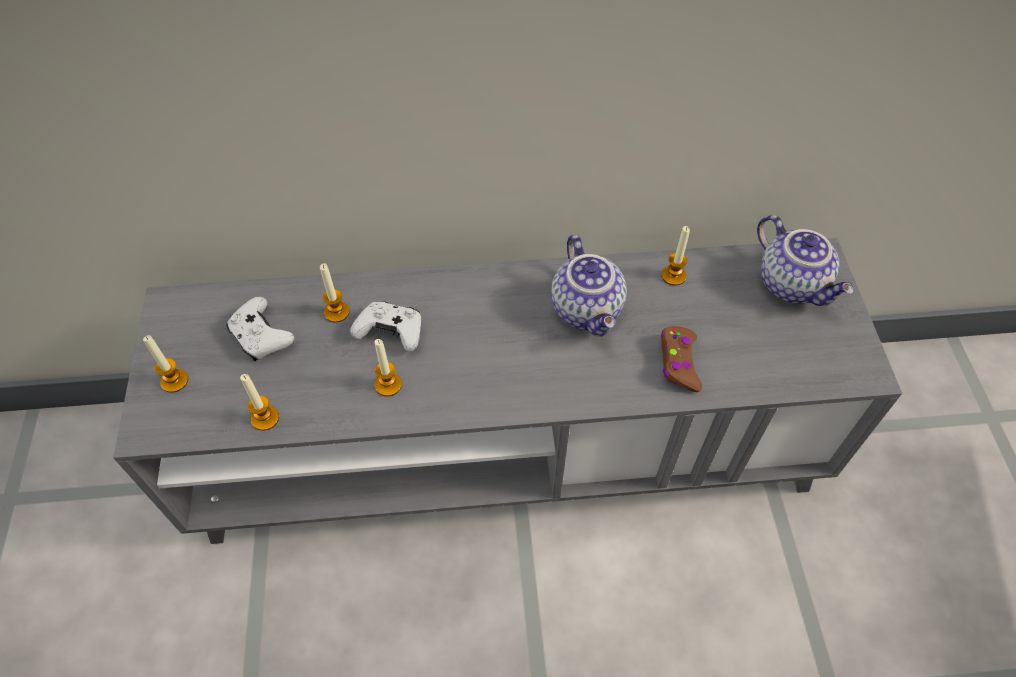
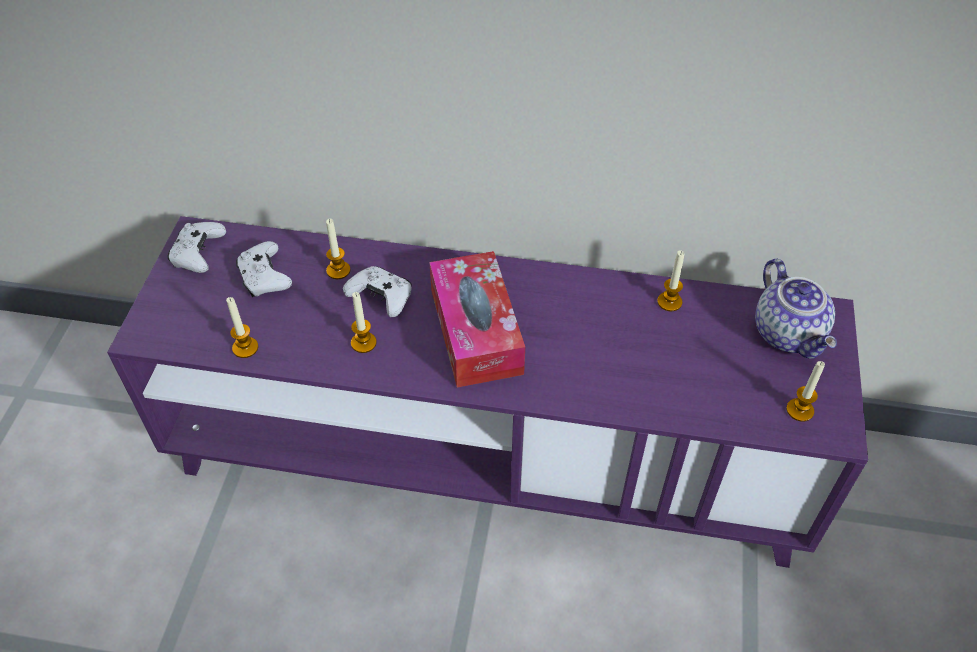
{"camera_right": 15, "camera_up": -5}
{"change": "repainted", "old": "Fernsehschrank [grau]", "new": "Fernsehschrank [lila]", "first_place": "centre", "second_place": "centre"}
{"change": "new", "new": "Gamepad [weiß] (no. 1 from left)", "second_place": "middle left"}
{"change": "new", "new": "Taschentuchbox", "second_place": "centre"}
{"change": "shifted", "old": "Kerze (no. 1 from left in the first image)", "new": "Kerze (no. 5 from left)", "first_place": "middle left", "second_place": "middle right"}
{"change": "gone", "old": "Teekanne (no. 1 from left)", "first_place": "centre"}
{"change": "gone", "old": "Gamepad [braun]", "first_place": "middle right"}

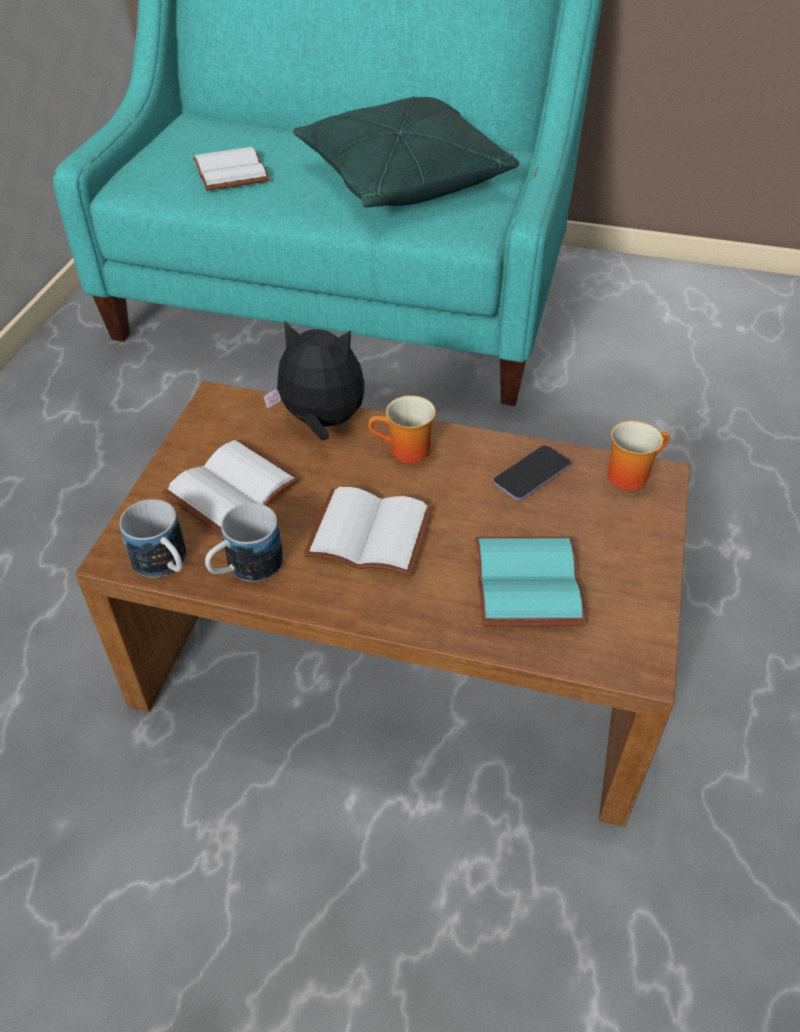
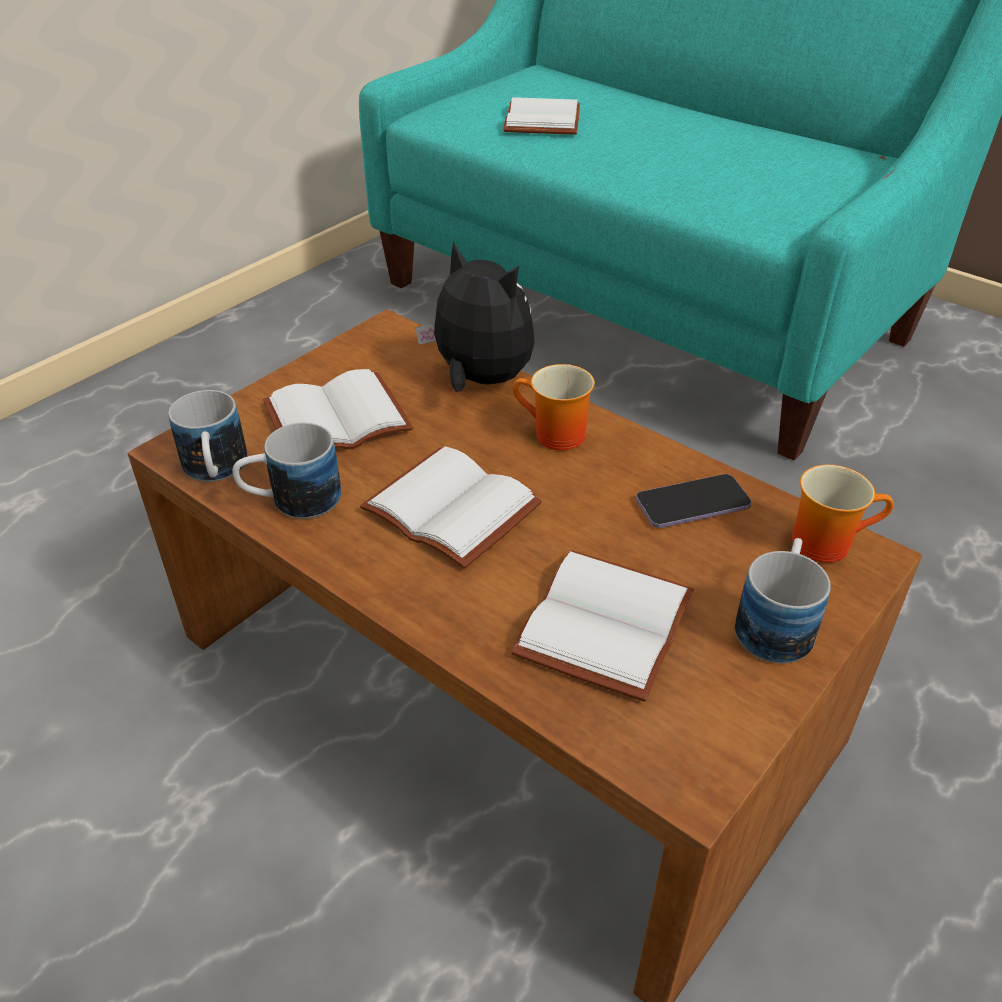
{"camera_right": 25, "camera_up": -5}
{"change": "repainted", "old": "Buch [türkis]", "new": "Buch [weiß] (no. 4 from left)", "first_place": "centre", "second_place": "centre"}
{"change": "new", "new": "Henkelbecher (no. 4 from left)", "second_place": "middle right"}
{"change": "gone", "old": "Kissen [grün]", "first_place": "top centre"}

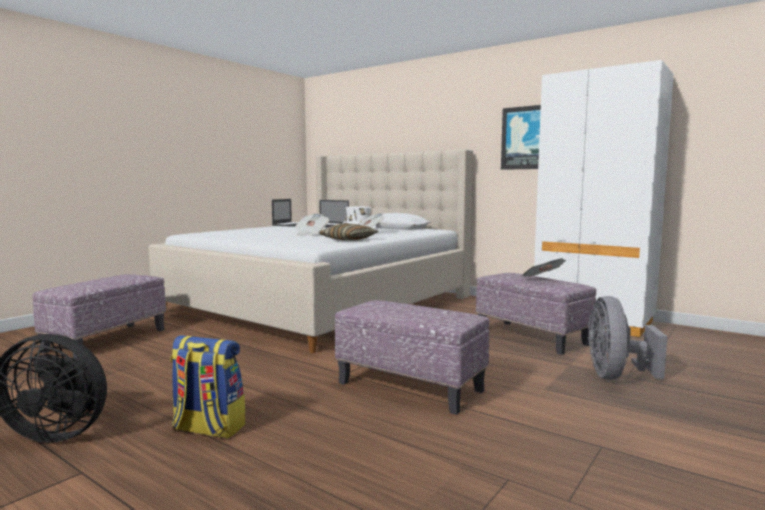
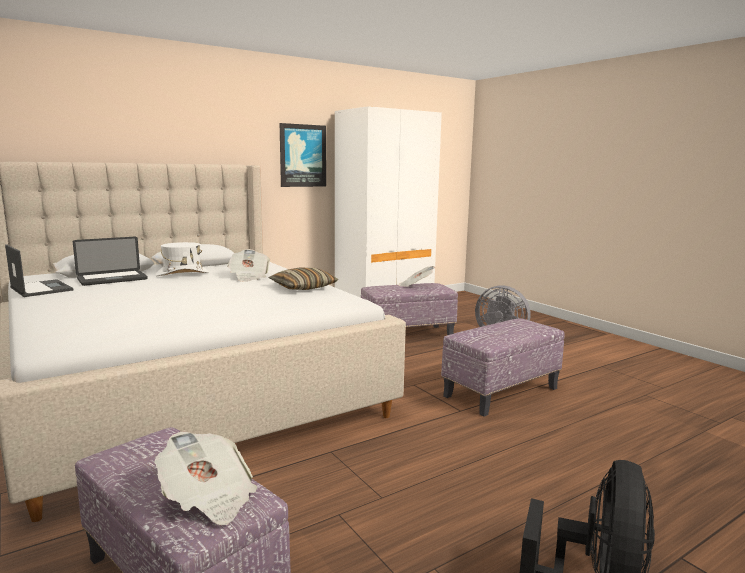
{"camera_right": -70, "camera_up": 5}
{"change": "shifted", "old": "Zeitung (no. 1 from left)", "first_place": "centre", "second_place": "bottom left"}
{"change": "gone", "old": "Rucksack", "first_place": "bottom left"}

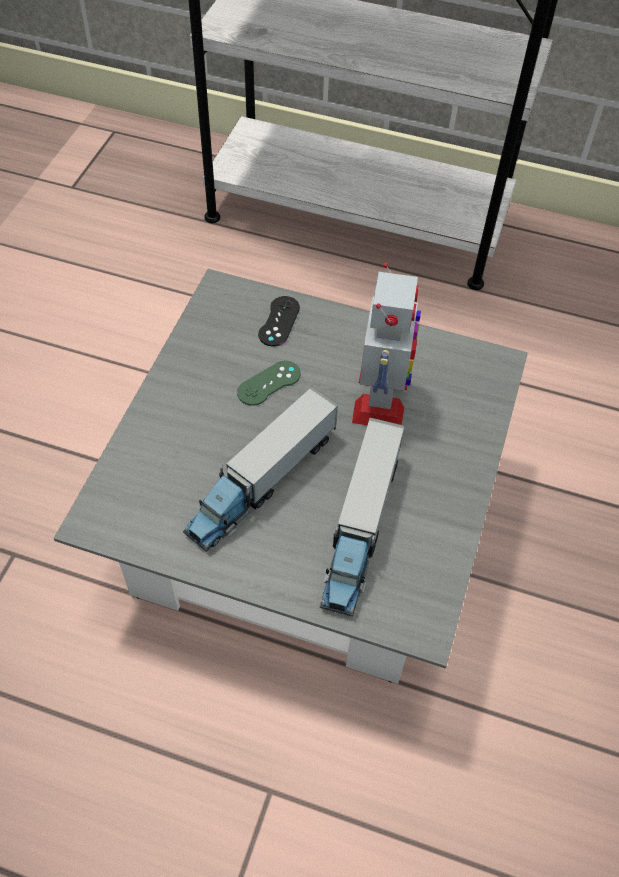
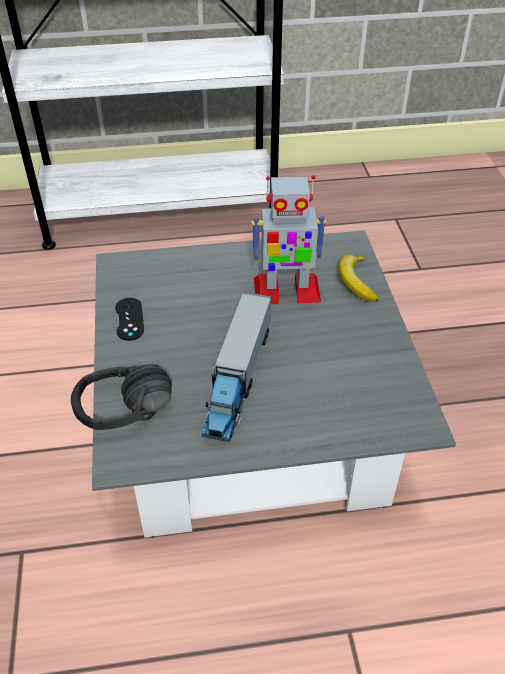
{"camera_right": -25, "camera_up": -10}
{"change": "new", "new": "Kopfhörer [schwarz]", "second_place": "middle left"}
{"change": "shifted", "old": "Gamepad [schwarz]", "first_place": "centre", "second_place": "middle left"}
{"change": "rotated", "old": "Spielzeugroboter", "first_place": "centre", "second_place": "centre", "degrees": 105}
{"change": "new", "new": "Banane", "second_place": "middle right"}
{"change": "gone", "old": "Gamepad [grün]", "first_place": "centre"}
{"change": "gone", "old": "Spielzeuglaster (no. 2 from left)", "first_place": "centre"}

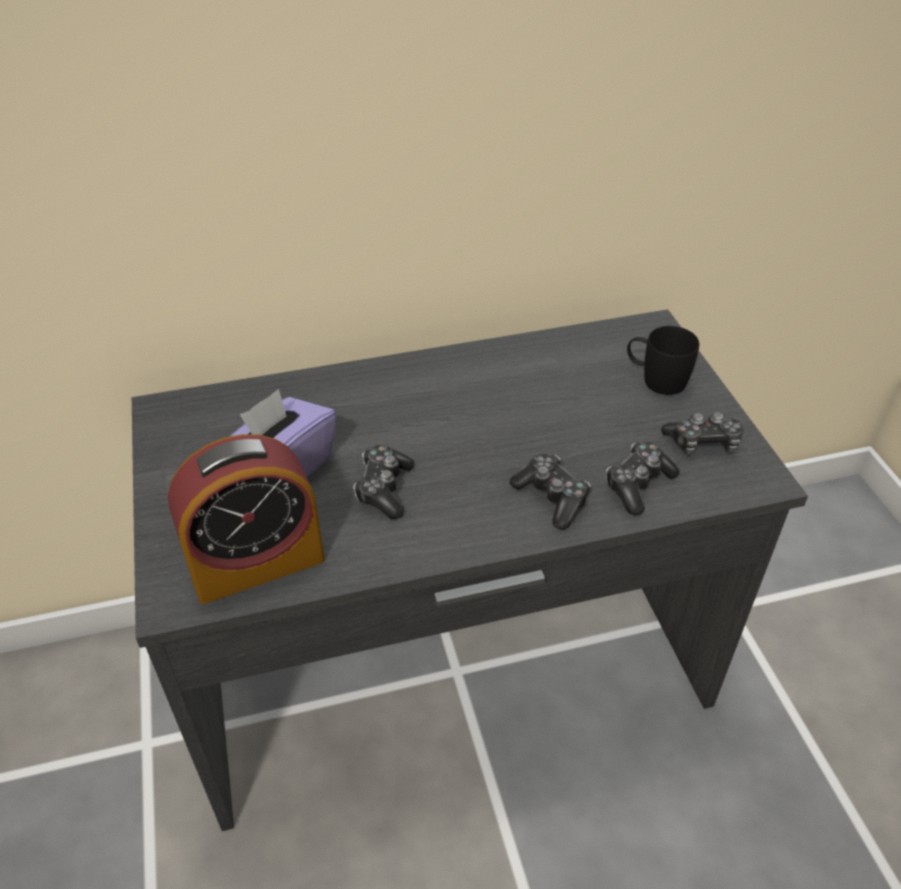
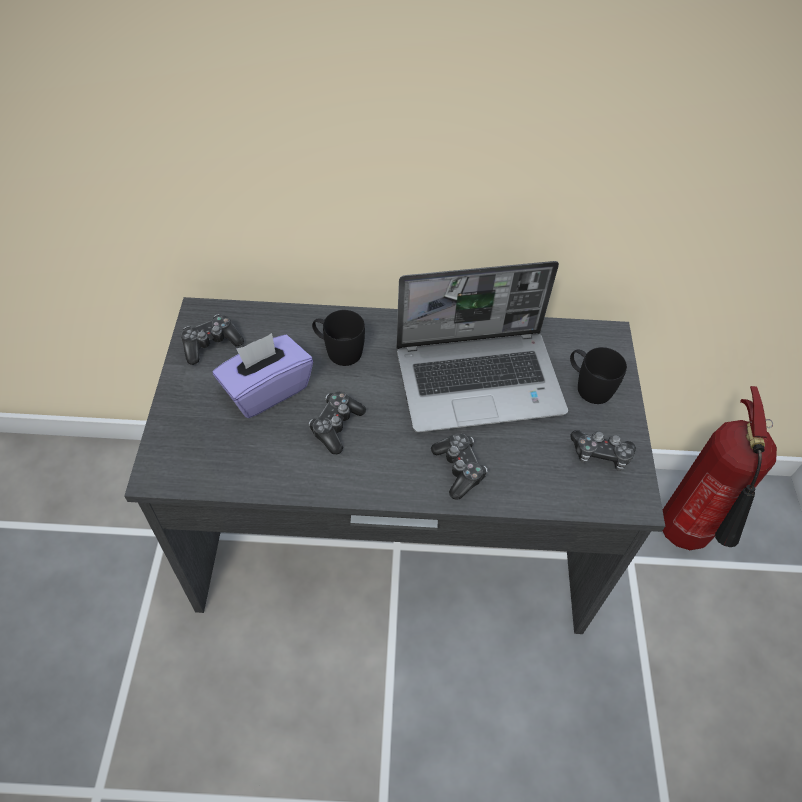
{"camera_right": 15, "camera_up": 10}
{"change": "shifted", "old": "Gamepad (no. 3 from left in the first image)", "new": "Gamepad (no. 1 from left)", "first_place": "middle right", "second_place": "middle left"}
{"change": "new", "new": "Henkelbecher [schwarz] (no. 1 from left)", "second_place": "centre"}
{"change": "new", "new": "Laptop", "second_place": "centre"}
{"change": "new", "new": "Feuerlöscher", "second_place": "middle right"}
{"change": "gone", "old": "Wecker", "first_place": "middle left"}

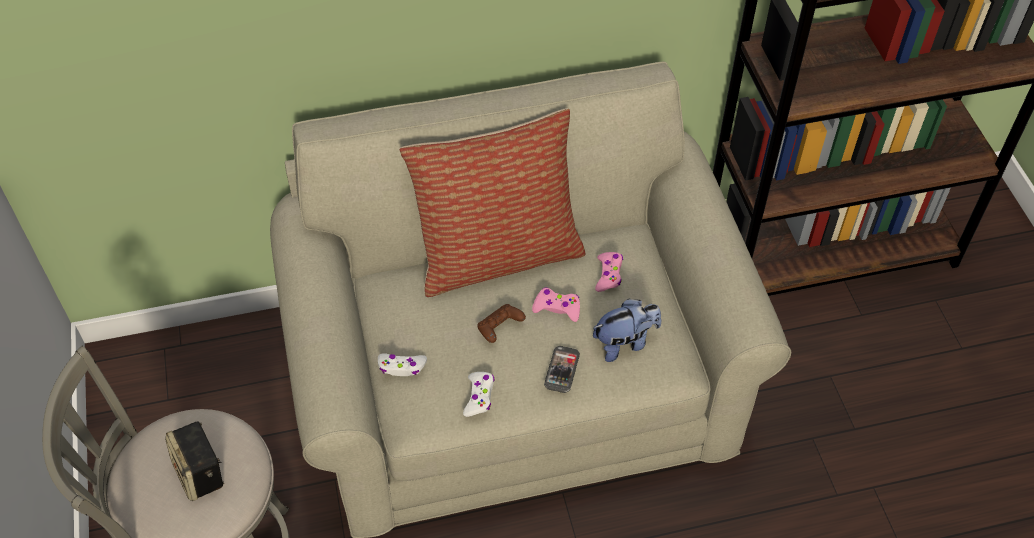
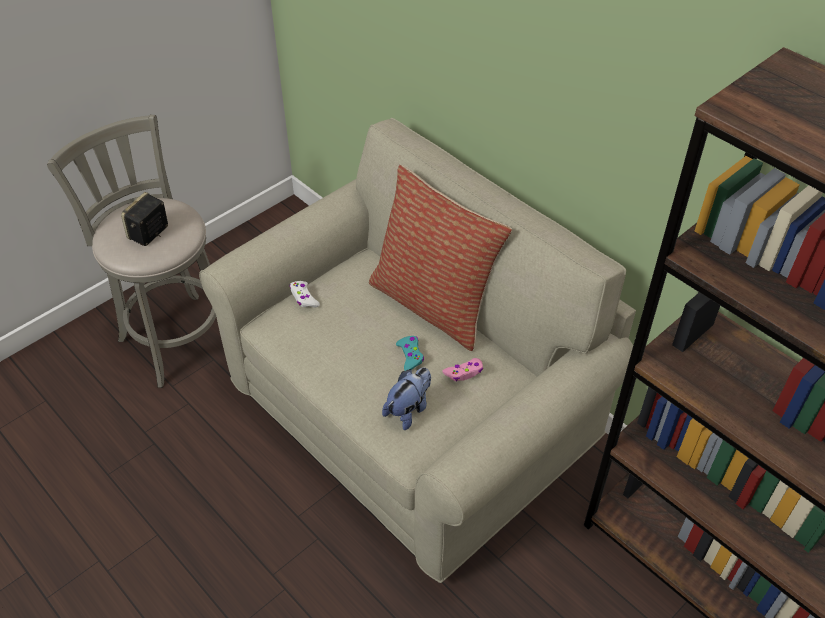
{"camera_right": 60, "camera_up": -5}
{"change": "rotated", "old": "Plüschtier", "first_place": "centre", "second_place": "centre", "degrees": -90}
{"change": "repainted", "old": "Gamepad [rosa] (no. 1 from left)", "new": "Gamepad [türkis]", "first_place": "centre", "second_place": "centre"}
{"change": "gone", "old": "Gamepad [weiß] (no. 2 from left)", "first_place": "bottom centre"}
{"change": "gone", "old": "Gamepad [braun]", "first_place": "centre"}
{"change": "gone", "old": "Handy", "first_place": "bottom centre"}

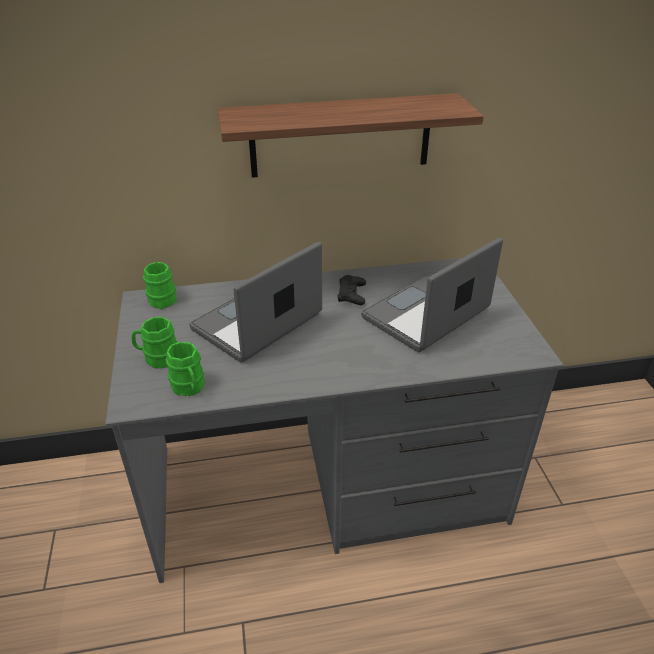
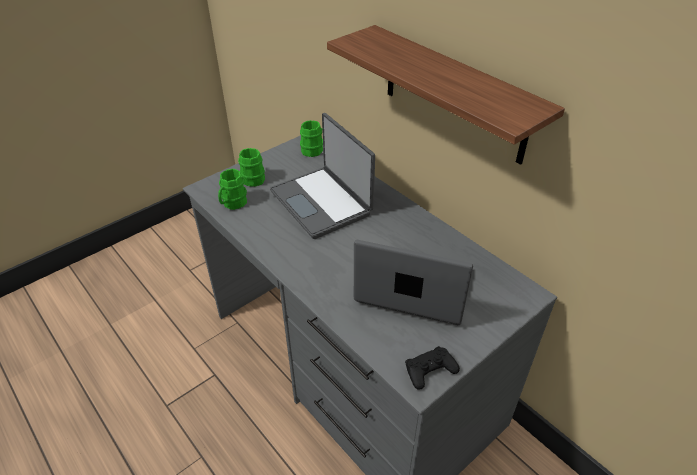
{"camera_right": 60, "camera_up": 5}
{"change": "rotated", "old": "Laptop (no. 1 from left)", "first_place": "centre", "second_place": "centre", "degrees": -135}
{"change": "shifted", "old": "Gamepad [schwarz]", "first_place": "centre", "second_place": "bottom centre"}

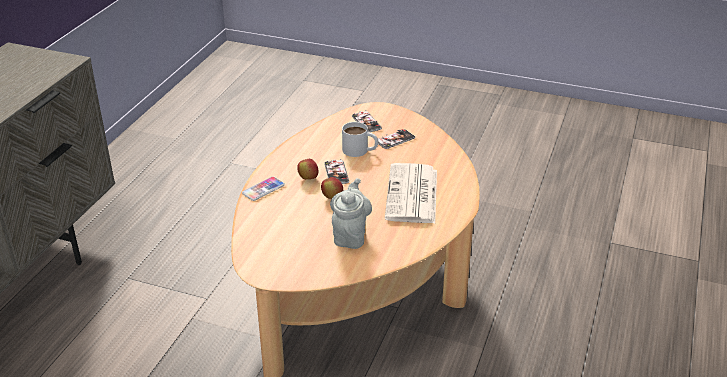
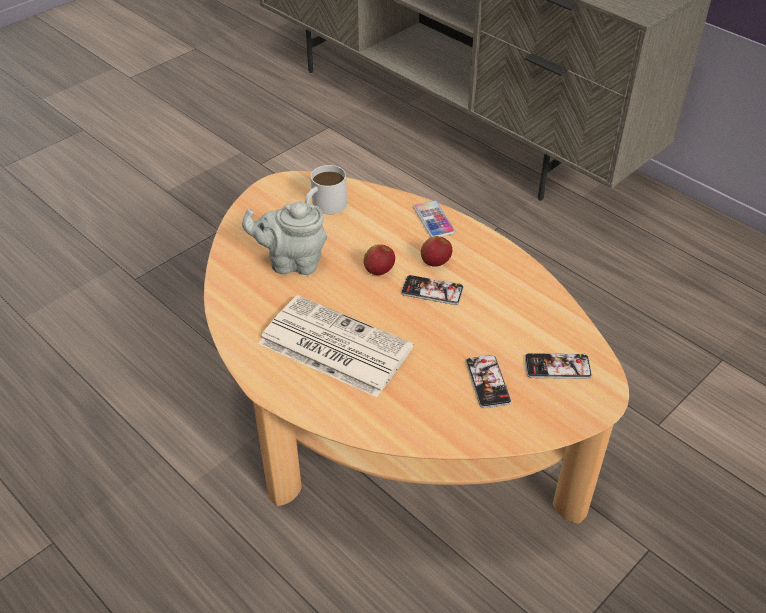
{"camera_right": 115, "camera_up": 10}
{"change": "rotated", "old": "Teekanne [grau]", "first_place": "centre", "second_place": "centre", "degrees": 150}
{"change": "shifted", "old": "Henkelbecher [weiß]", "first_place": "centre", "second_place": "top centre"}

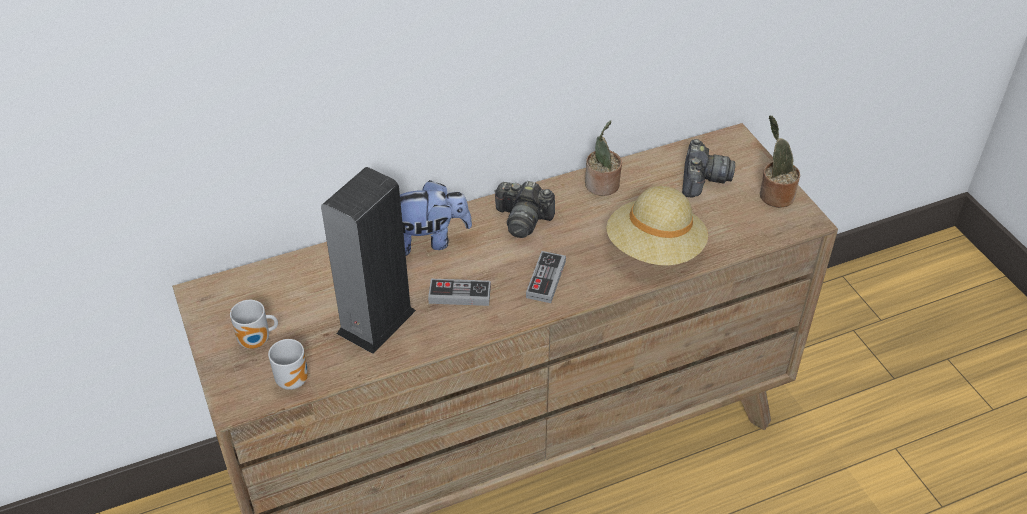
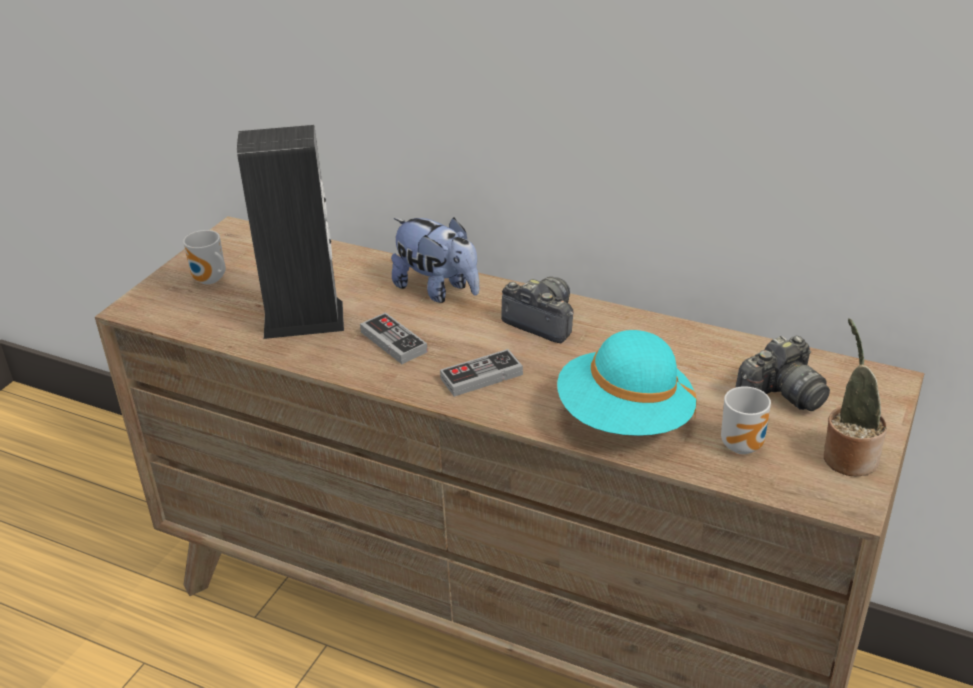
{"camera_right": 50, "camera_up": -10}
{"change": "rotated", "old": "Kamera (no. 1 from left)", "first_place": "centre", "second_place": "centre", "degrees": 150}
{"change": "repainted", "old": "Hut [beige]", "new": "Hut [türkis]", "first_place": "centre", "second_place": "centre"}
{"change": "shifted", "old": "Henkelbecher (no. 2 from left)", "first_place": "bottom left", "second_place": "middle right"}
{"change": "gone", "old": "Topfpflanze (no. 1 from left)", "first_place": "top centre"}

